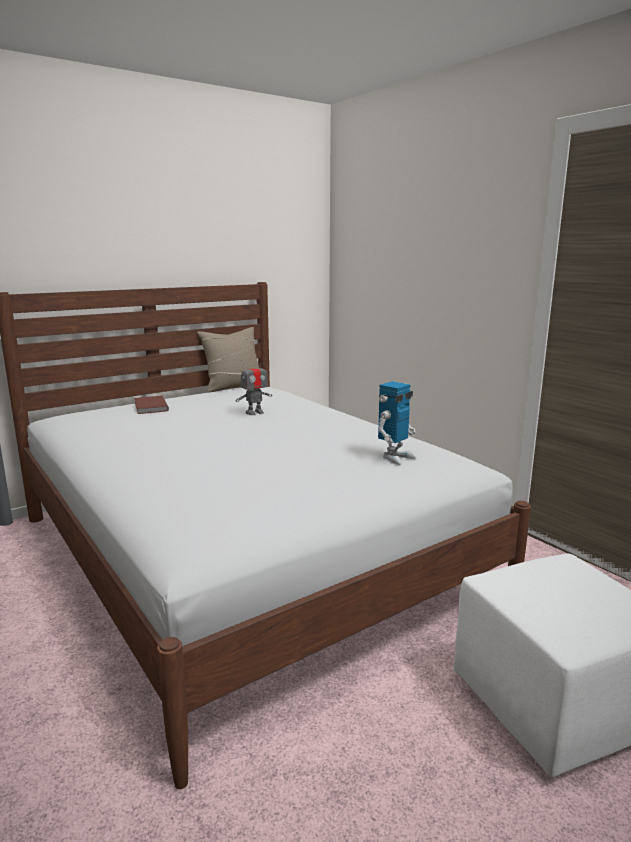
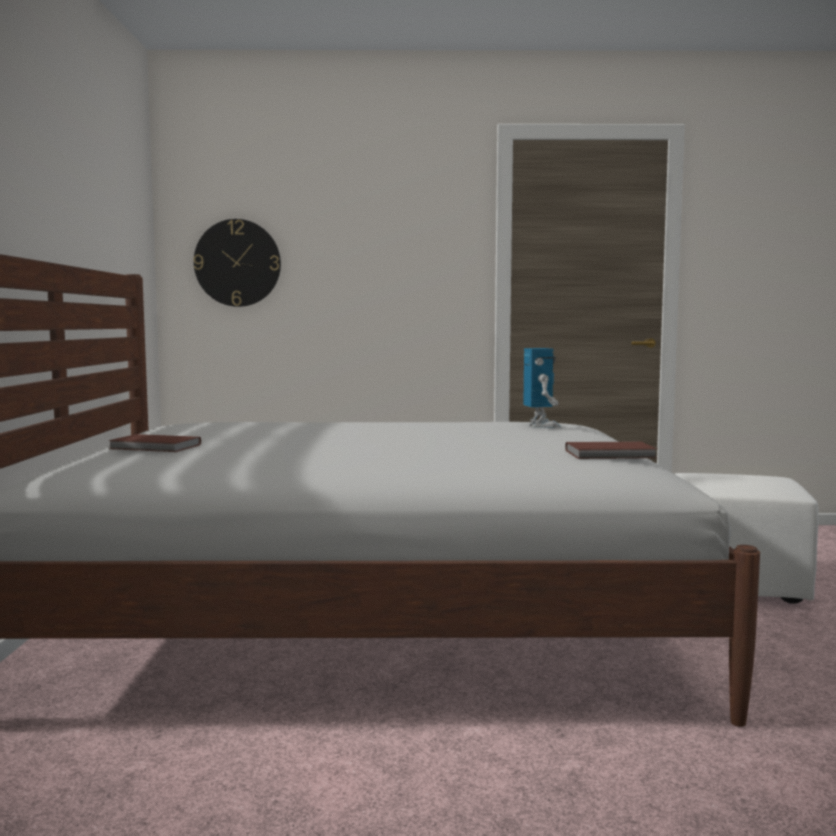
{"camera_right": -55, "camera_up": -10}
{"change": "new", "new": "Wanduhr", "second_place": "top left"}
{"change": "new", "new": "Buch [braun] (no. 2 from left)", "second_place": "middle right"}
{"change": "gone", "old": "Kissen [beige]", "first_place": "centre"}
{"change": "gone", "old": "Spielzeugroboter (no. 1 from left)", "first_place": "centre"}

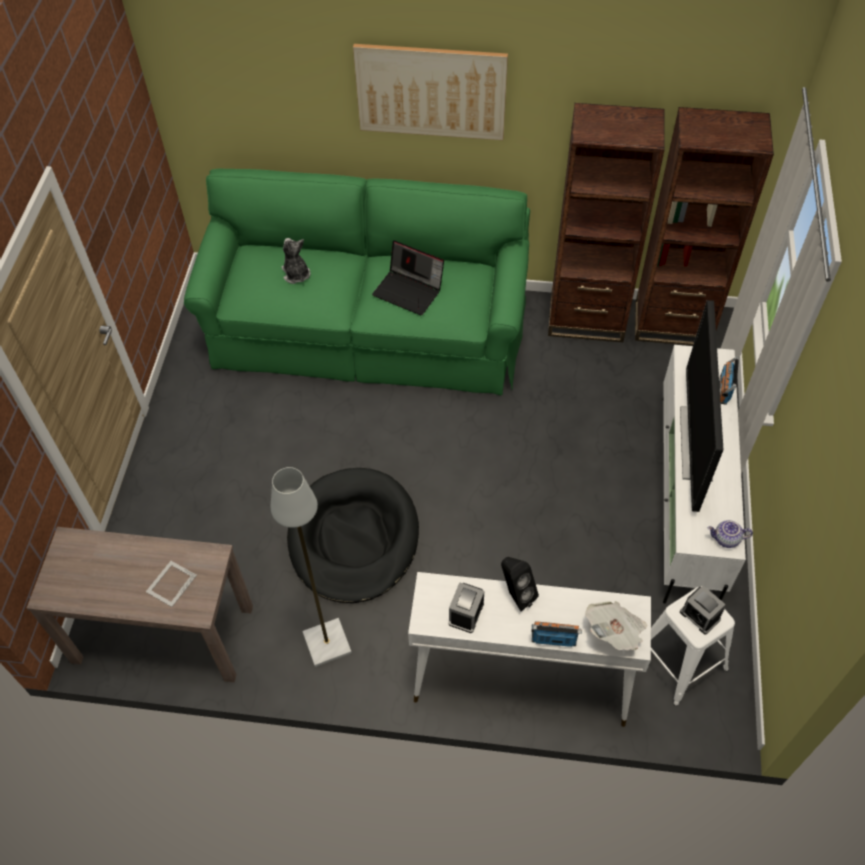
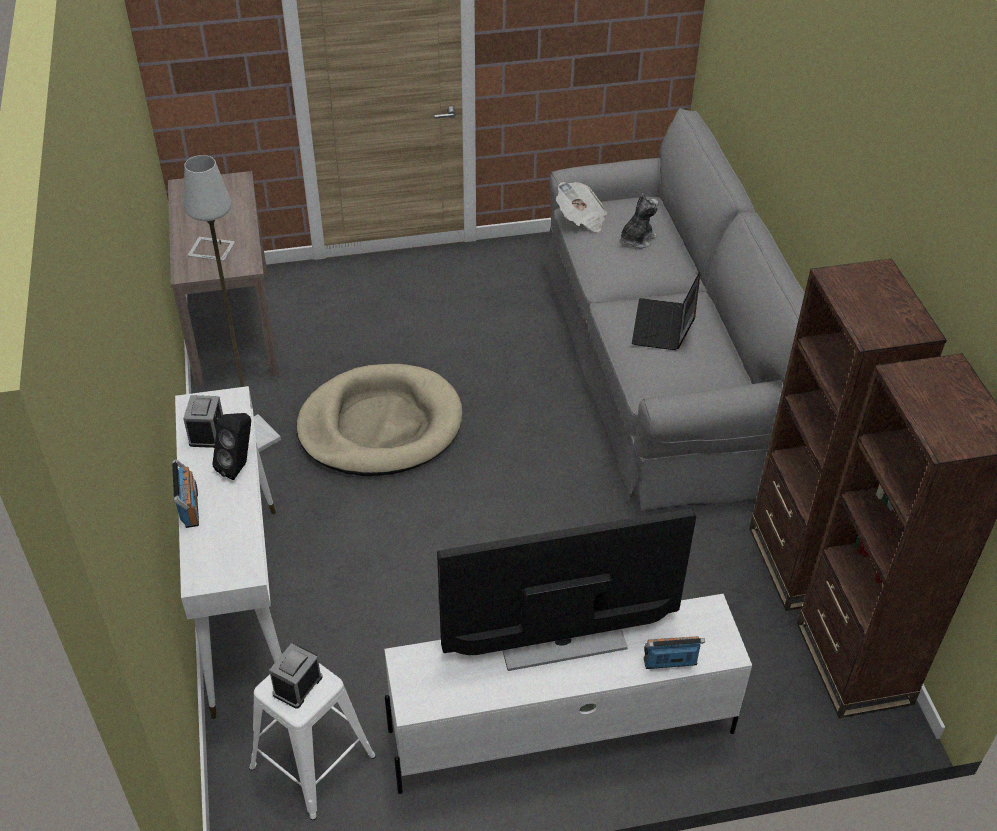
{"camera_right": 70, "camera_up": -10}
{"change": "rotated", "old": "Wecker (no. 1 from left)", "first_place": "bottom centre", "second_place": "middle left", "degrees": 90}
{"change": "repainted", "old": "Hundebett [schwarz]", "new": "Hundebett [beige]", "first_place": "centre", "second_place": "centre"}
{"change": "repainted", "old": "Sofa [grün]", "new": "Sofa [grau]", "first_place": "top centre", "second_place": "middle right"}
{"change": "shifted", "old": "Zeitung", "first_place": "bottom right", "second_place": "top centre"}
{"change": "gone", "old": "Bild", "first_place": "top centre"}
{"change": "gone", "old": "Teekanne", "first_place": "middle right"}

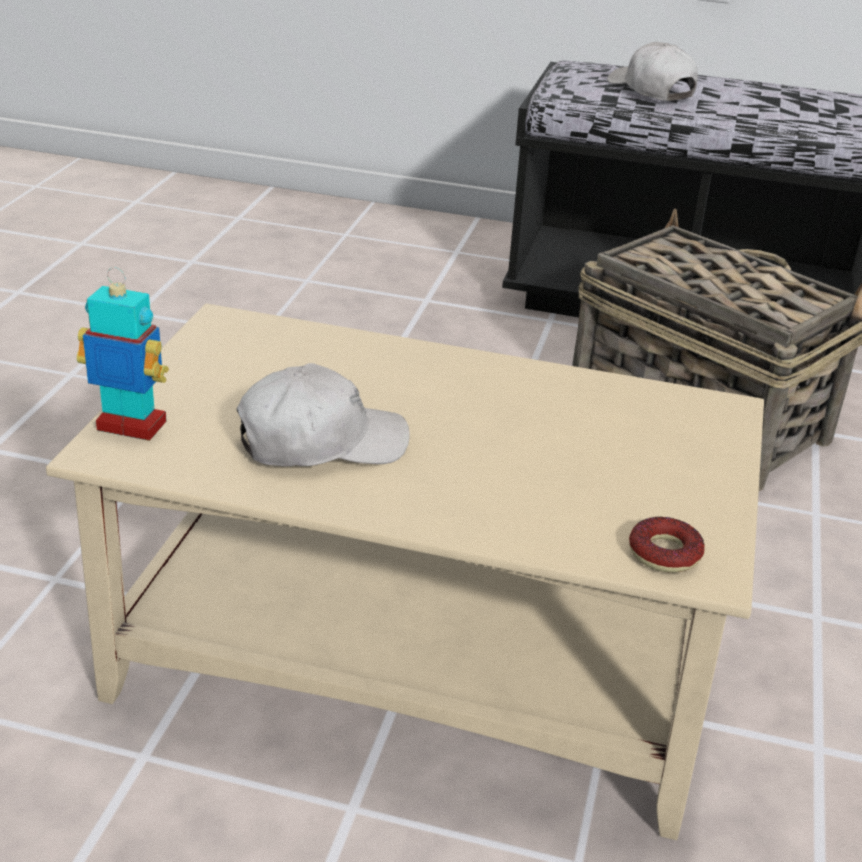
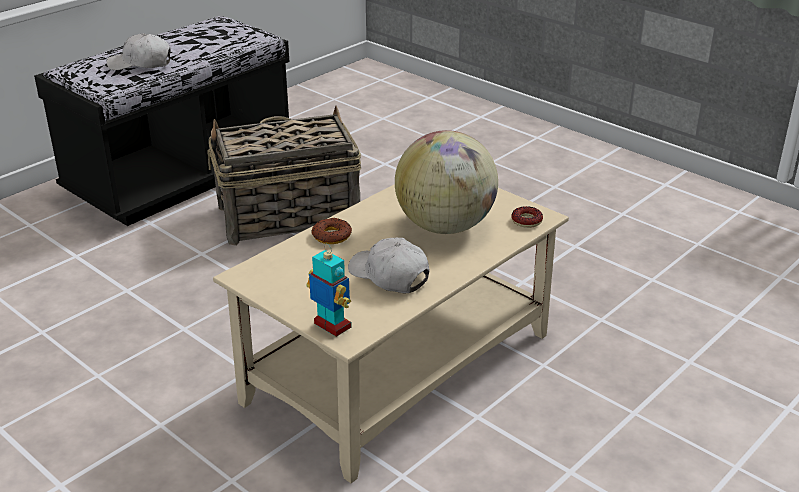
{"camera_right": -60, "camera_up": 0}
{"change": "rotated", "old": "Spielzeugroboter", "first_place": "middle left", "second_place": "centre", "degrees": 90}
{"change": "new", "new": "Donut (no. 1 from left)", "second_place": "centre"}
{"change": "rotated", "old": "Kappe [weiß] (no. 1 from left in the first image)", "first_place": "centre", "second_place": "centre", "degrees": -60}
{"change": "new", "new": "Globus", "second_place": "centre"}

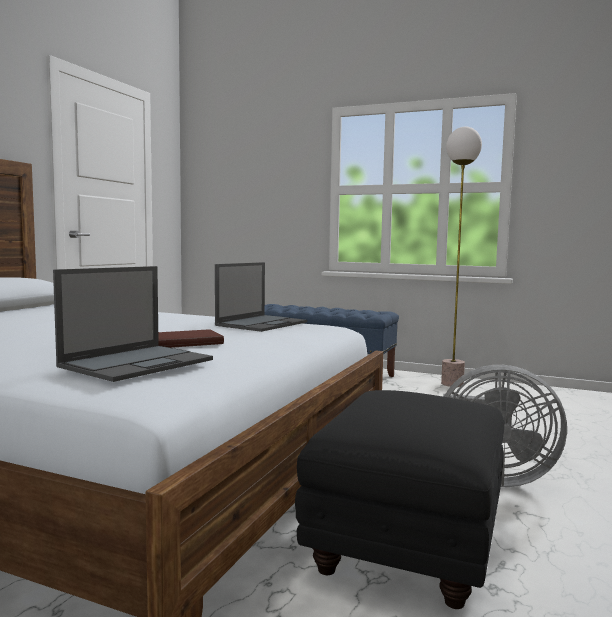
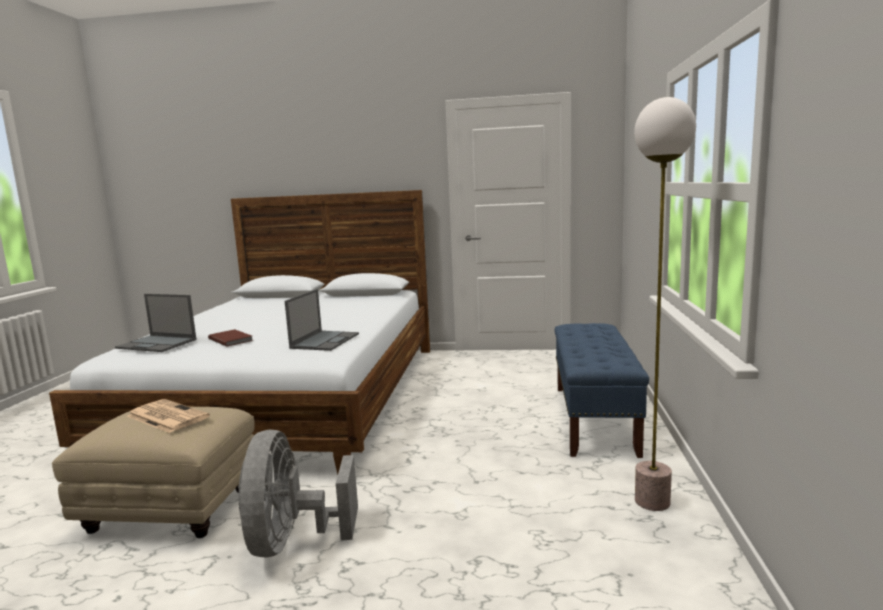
{"camera_right": 75, "camera_up": 5}
{"change": "repainted", "old": "Polsterhocker [schwarz]", "new": "Polsterhocker [beige]", "first_place": "bottom centre", "second_place": "bottom left"}
{"change": "new", "new": "Zeitung", "second_place": "bottom left"}
{"change": "rotated", "old": "Laptop (no. 2 from left)", "first_place": "centre", "second_place": "centre", "degrees": -90}

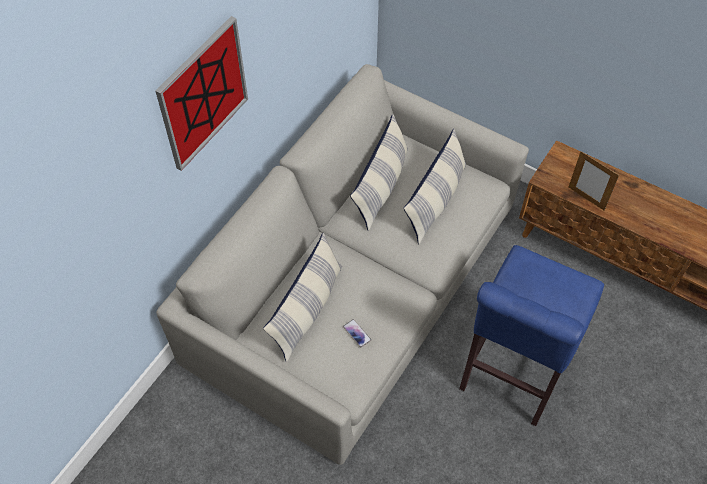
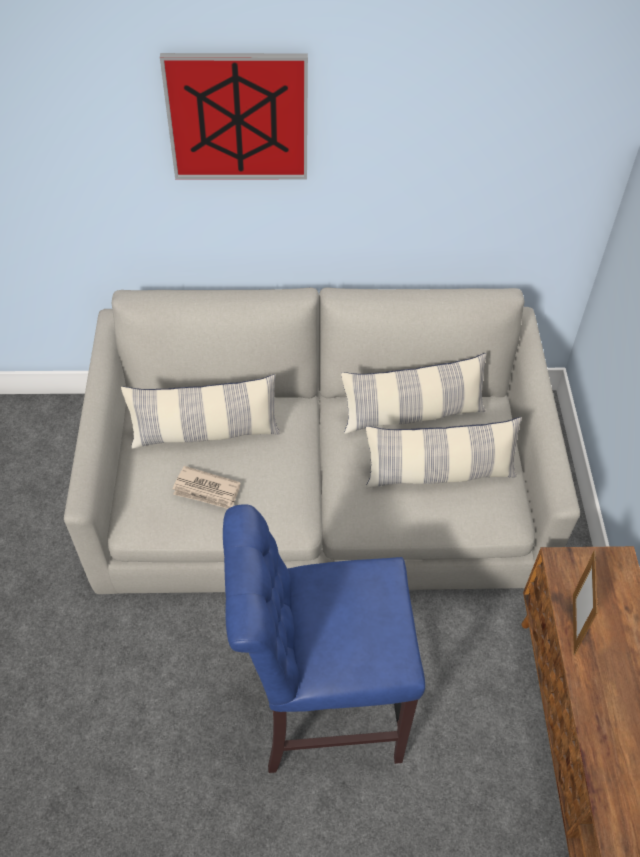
{"camera_right": 55, "camera_up": -5}
{"change": "swapped", "old": "Handy", "new": "Zeitung", "first_place": "bottom centre", "second_place": "middle left"}

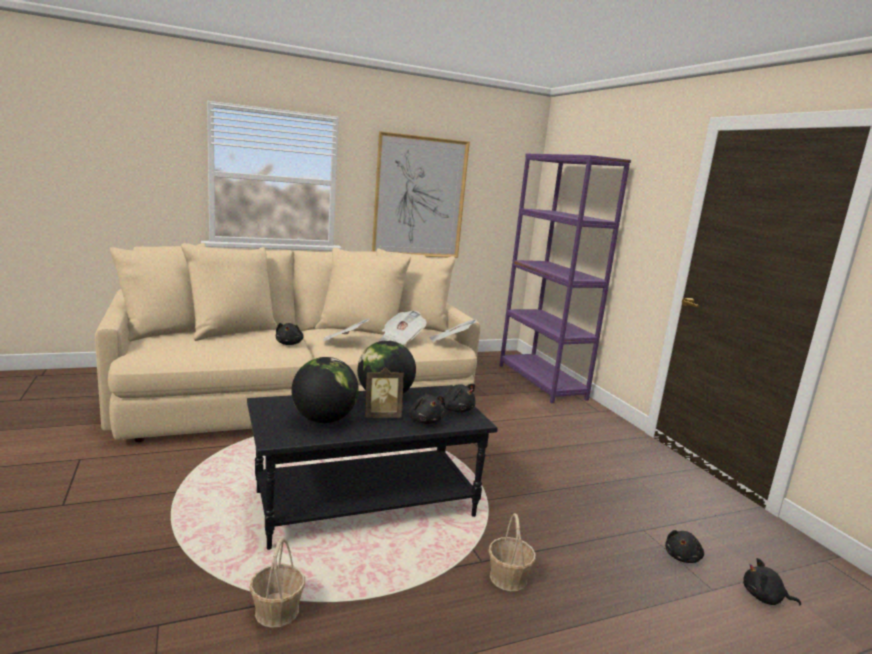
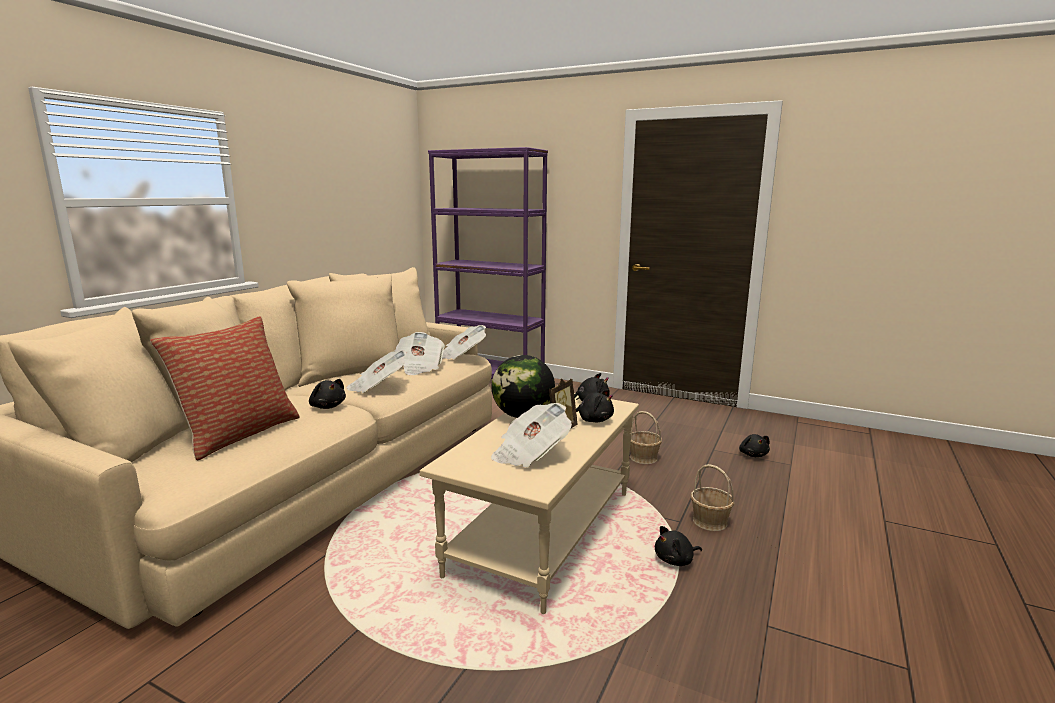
{"camera_right": -40, "camera_up": 0}
{"change": "new", "new": "Kissen", "second_place": "middle left"}
{"change": "repainted", "old": "Couchtisch [schwarz]", "new": "Couchtisch [beige]", "first_place": "bottom centre", "second_place": "bottom centre"}
{"change": "swapped", "old": "Globus (no. 1 from left)", "new": "Zeitung (no. 4 from left)", "first_place": "centre", "second_place": "centre"}
{"change": "shifted", "old": "Korb (no. 1 from left)", "first_place": "bottom left", "second_place": "centre"}
{"change": "shifted", "old": "Plüschtier [schwarz] (no. 5 from left in the first image)", "new": "Plüschtier [schwarz] (no. 4 from left)", "first_place": "bottom right", "second_place": "bottom centre"}
{"change": "gone", "old": "Bild", "first_place": "top centre"}

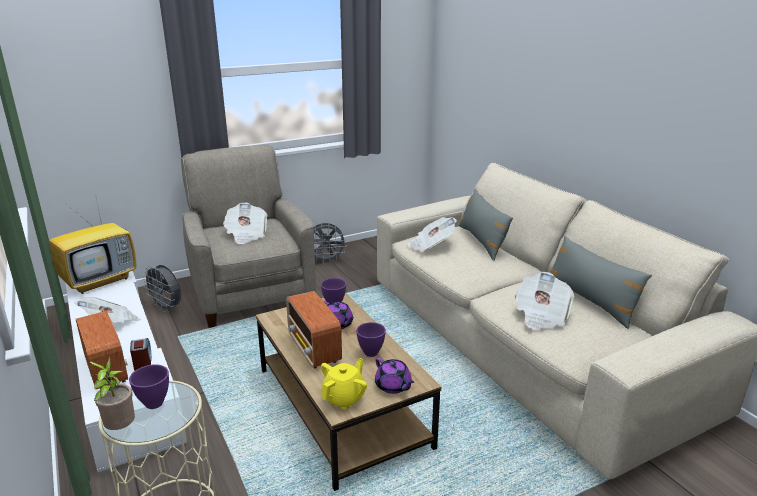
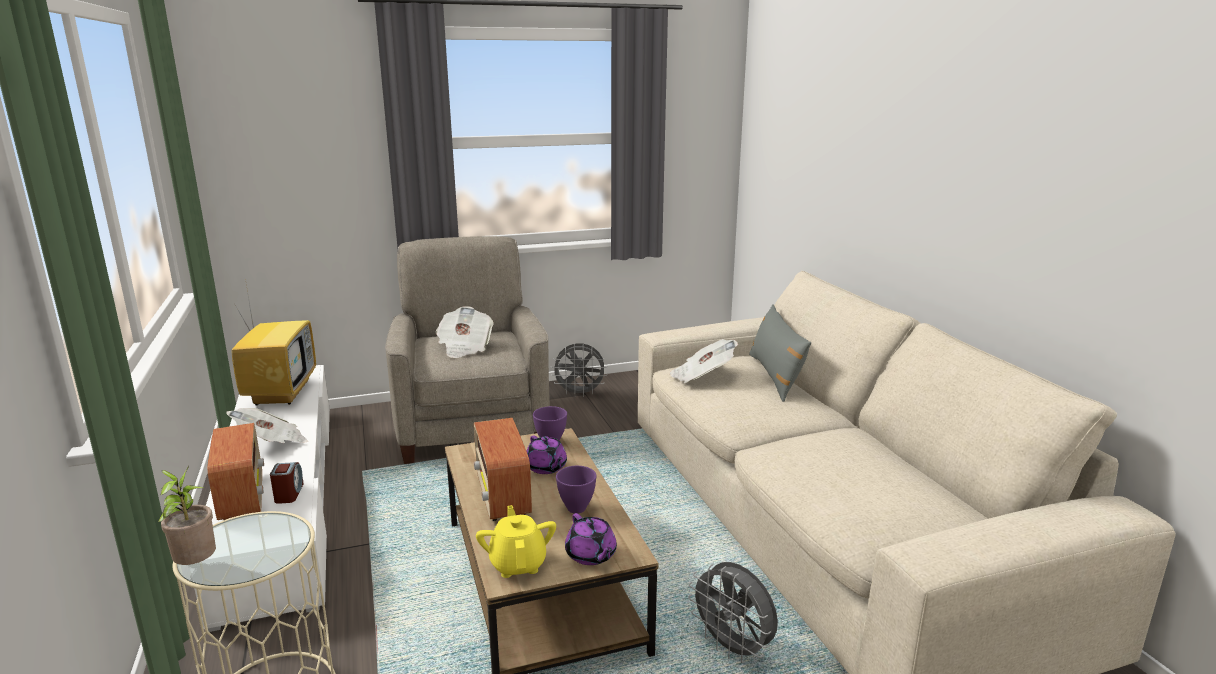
{"camera_right": 10, "camera_up": -5}
{"change": "rotated", "old": "Fernseher", "first_place": "middle left", "second_place": "middle left", "degrees": -60}
{"change": "rotated", "old": "Teekanne [gelb]", "first_place": "bottom centre", "second_place": "bottom centre", "degrees": -60}
{"change": "shifted", "old": "Ventilator [grau] (no. 1 from left in the first image)", "new": "Ventilator [grau] (no. 2 from left)", "first_place": "middle left", "second_place": "bottom centre"}
{"change": "gone", "old": "Schüssel [lila] (no. 1 from left)", "first_place": "bottom left"}
{"change": "gone", "old": "Zeitung (no. 4 from left)", "first_place": "middle right"}
{"change": "gone", "old": "Kissen [grau] (no. 2 from left)", "first_place": "middle right"}

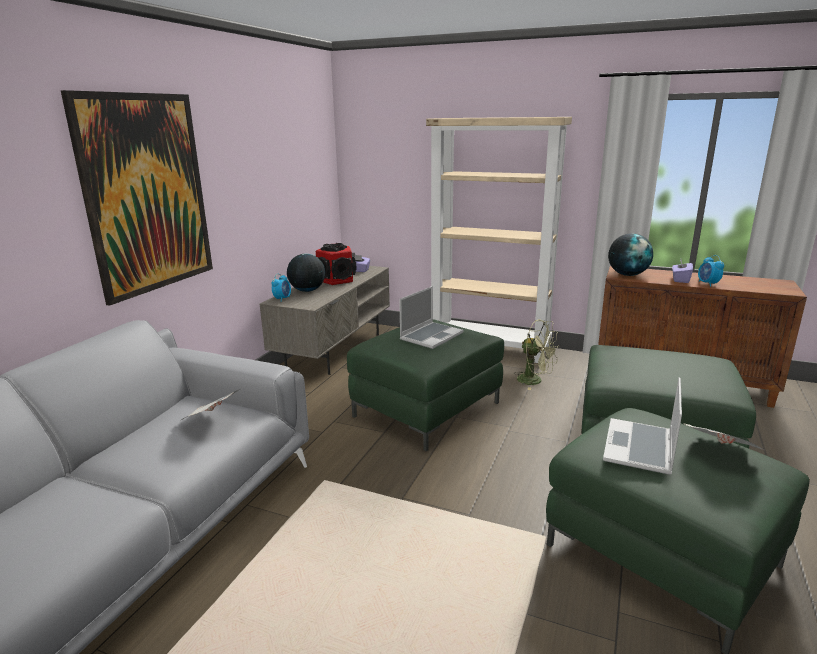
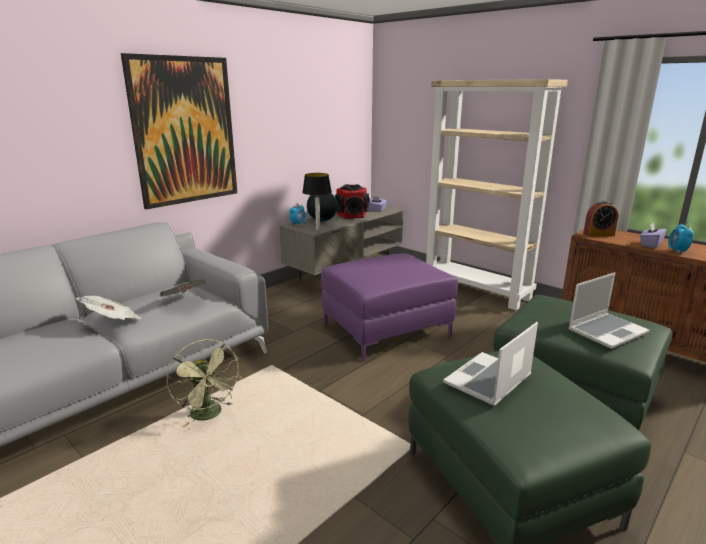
{"camera_right": 20, "camera_up": 0}
{"change": "shifted", "old": "Zeitung (no. 2 from left in the first image)", "new": "Zeitung (no. 1 from left)", "first_place": "bottom right", "second_place": "middle left"}
{"change": "shifted", "old": "Ventilator [grün]", "first_place": "centre", "second_place": "bottom left"}
{"change": "new", "new": "Tischlampe", "second_place": "centre"}
{"change": "repainted", "old": "Polsterhocker [grün] (no. 1 from left)", "new": "Polsterhocker [lila]", "first_place": "centre", "second_place": "centre"}
{"change": "shifted", "old": "Laptop (no. 1 from left in the first image)", "new": "Laptop (no. 2 from left)", "first_place": "centre", "second_place": "middle right"}
{"change": "swapped", "old": "Globus (no. 2 from left)", "new": "Wecker (no. 2 from left)", "first_place": "middle right", "second_place": "middle right"}

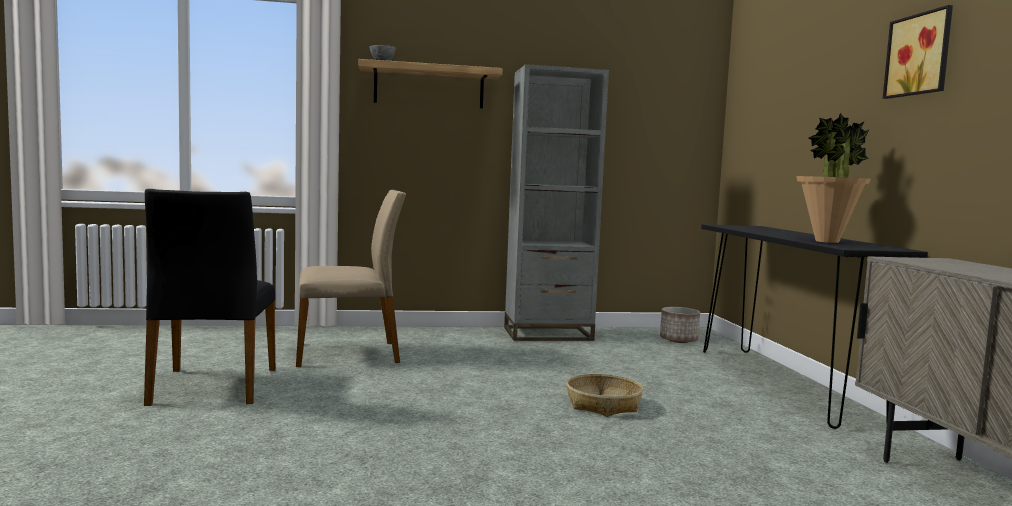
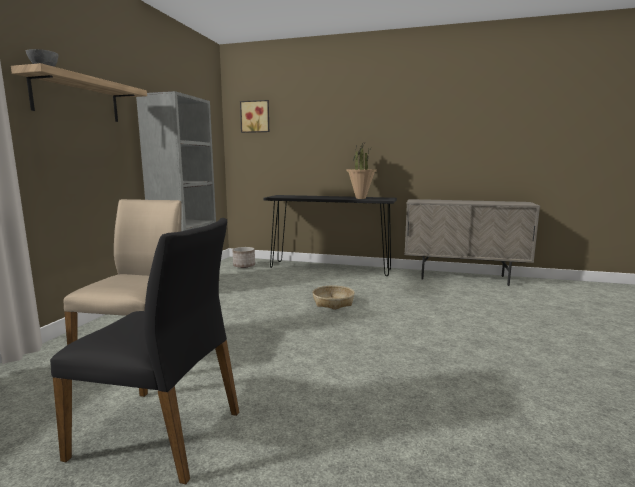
{"camera_right": -65, "camera_up": 5}
{"change": "shifted", "old": "Bild", "first_place": "top right", "second_place": "top centre"}

